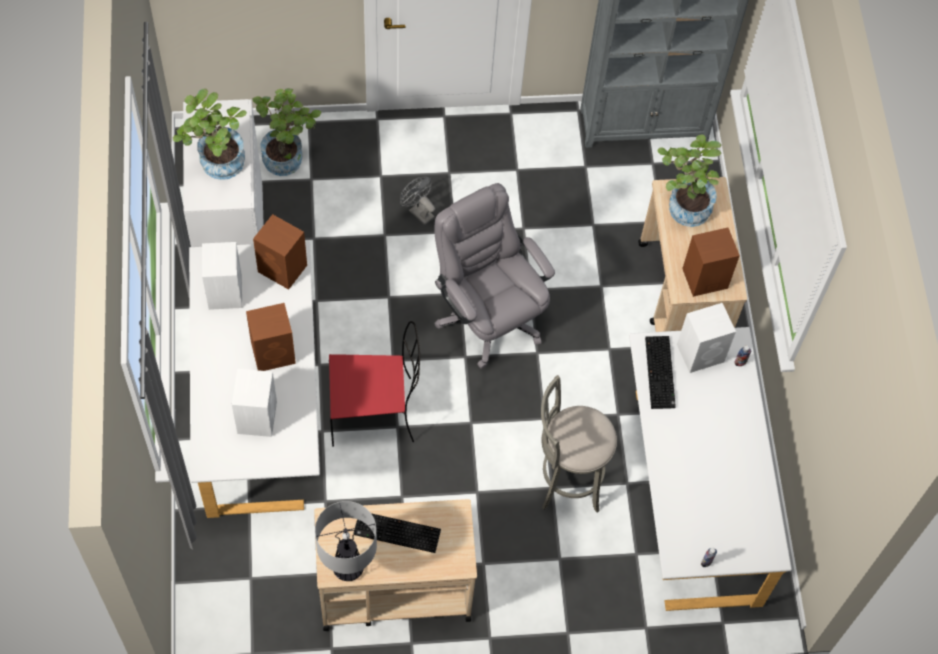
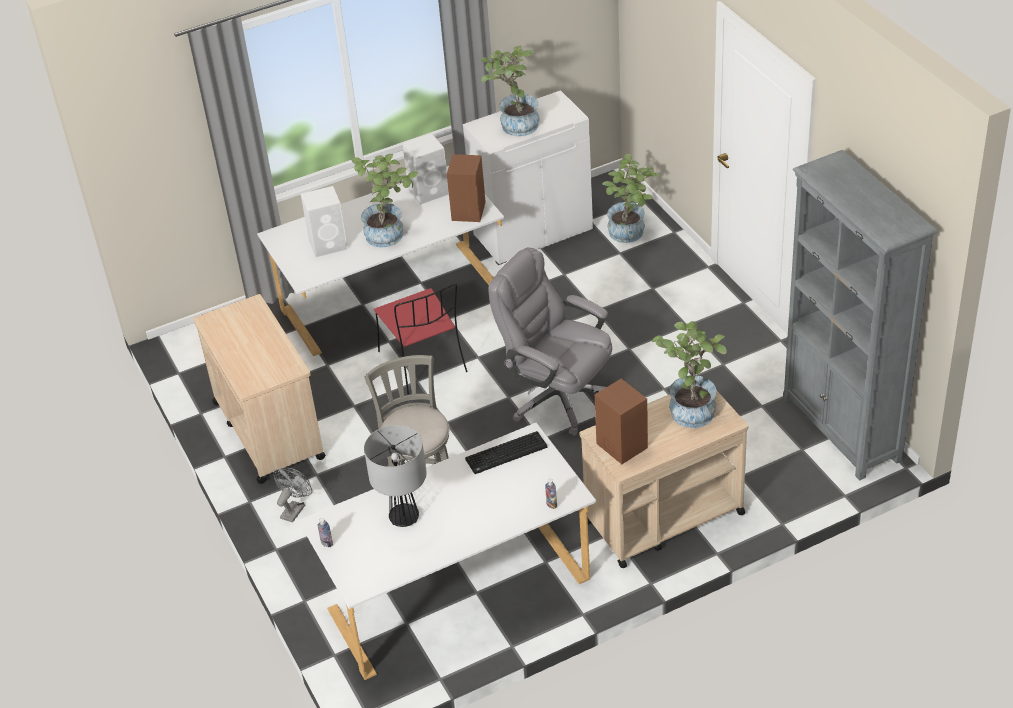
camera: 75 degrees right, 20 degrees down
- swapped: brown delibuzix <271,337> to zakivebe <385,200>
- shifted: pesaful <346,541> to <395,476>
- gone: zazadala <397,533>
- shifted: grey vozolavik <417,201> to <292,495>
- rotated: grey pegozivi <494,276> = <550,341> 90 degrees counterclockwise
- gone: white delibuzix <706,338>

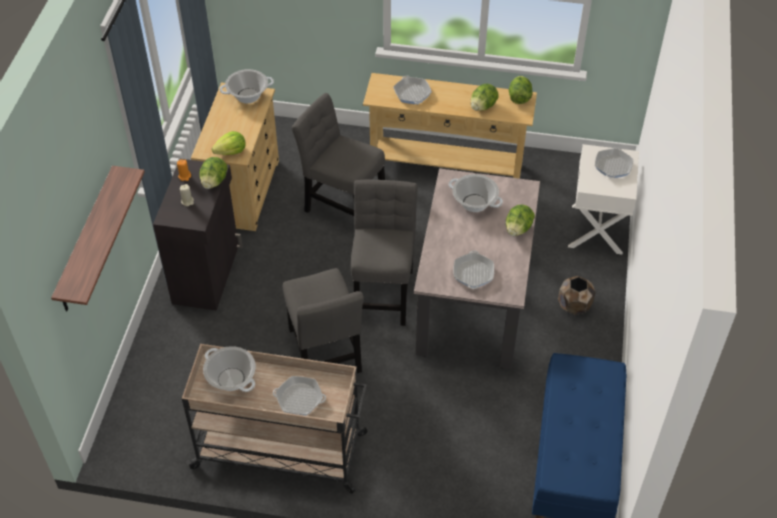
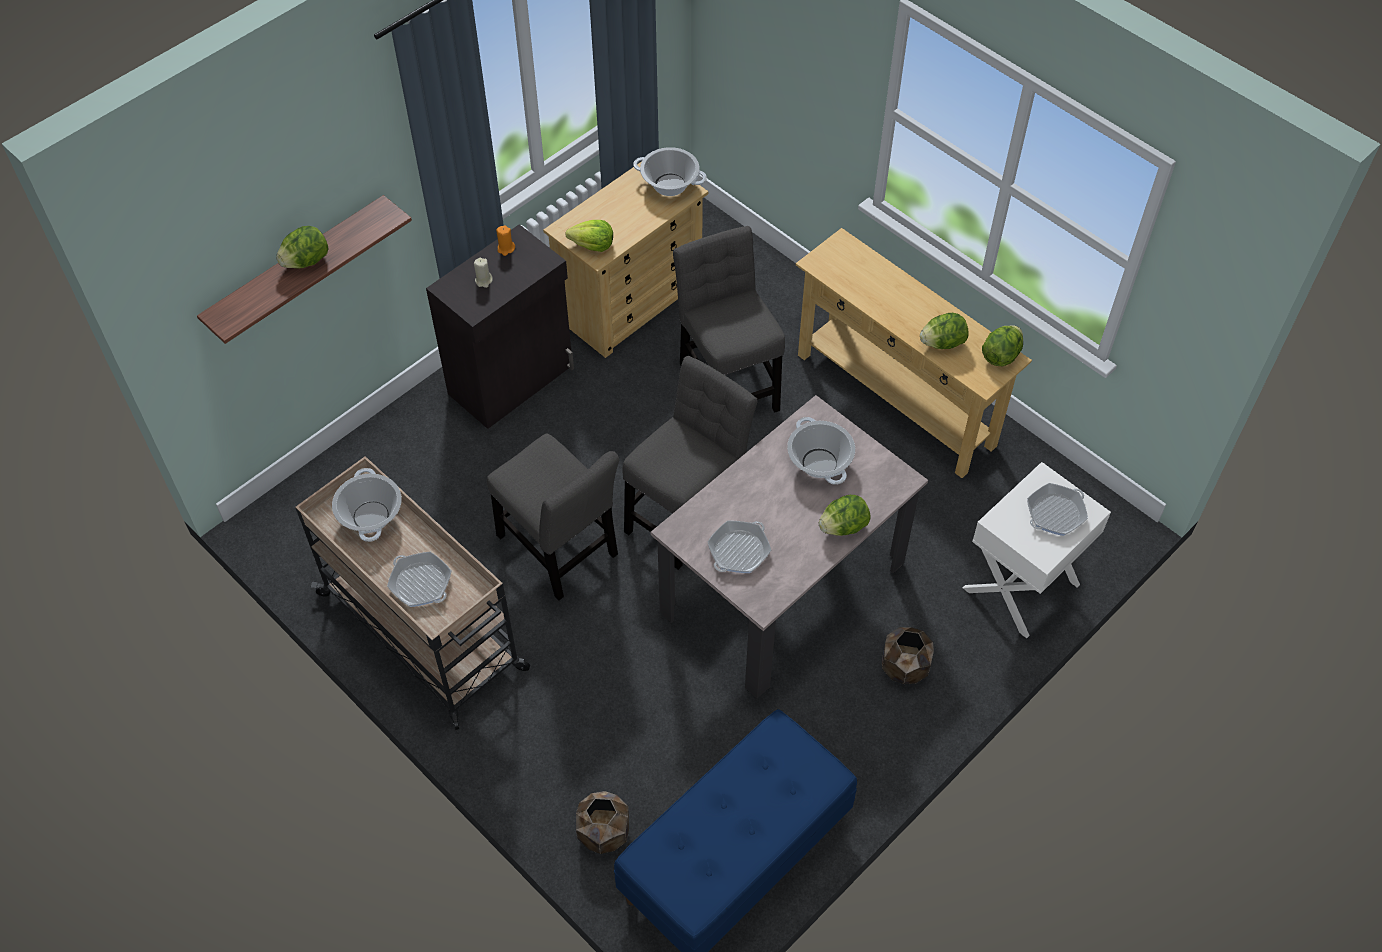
camera: 35 degrees right, 5 degrees up
- shifted: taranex <213,173> to <302,247>
- rotated: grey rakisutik <323,320> = <553,516> 60 degrees counterclockwise
- gone: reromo <412,90>
- new: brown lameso <602,822>

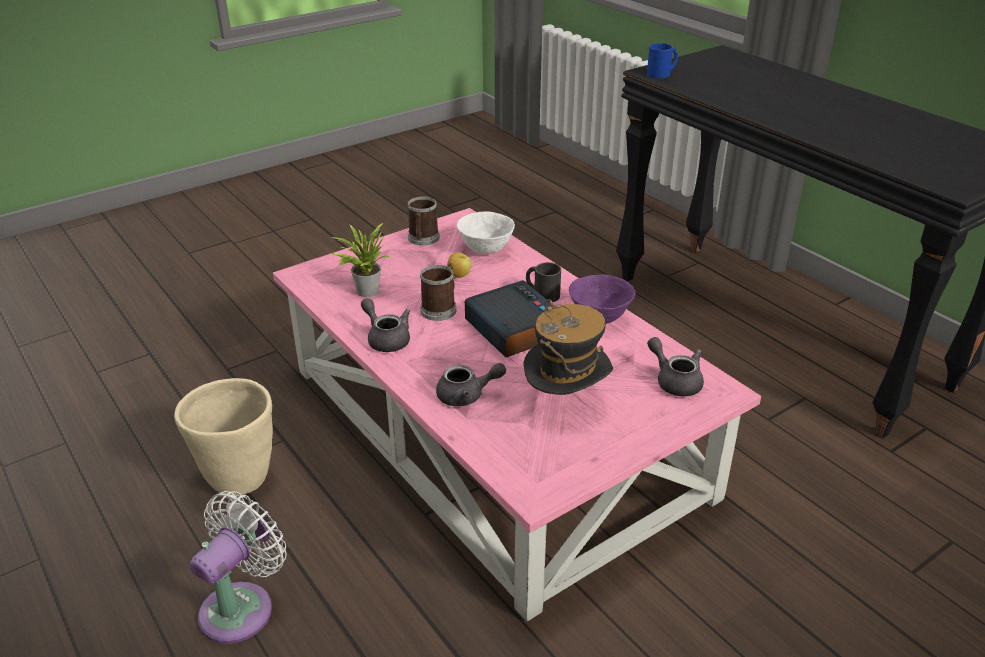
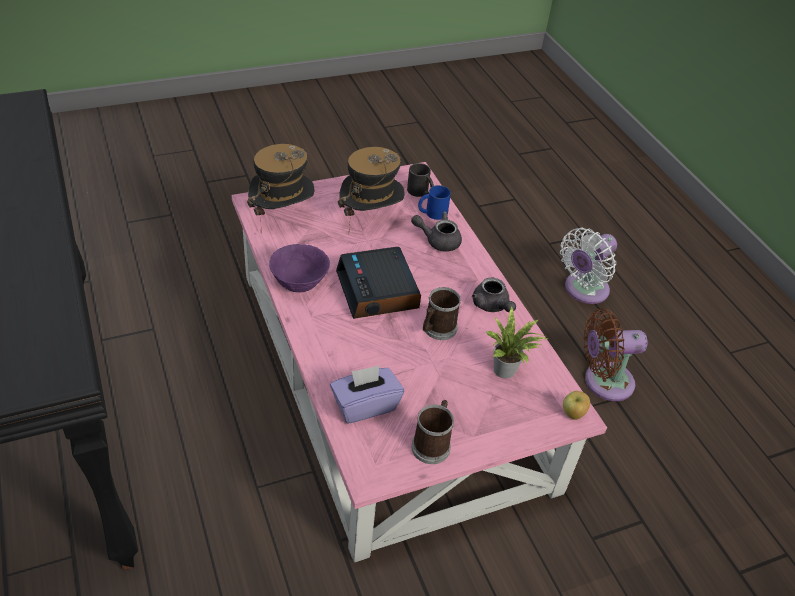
camera: 170 degrees left, 10 degrees up
- swapped: beige lameso <223,437> to brown vozolavik <615,354>
- shifted: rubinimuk <459,265> to <576,405>
- swapped: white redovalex <486,232> to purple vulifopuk <367,394>
- shifted: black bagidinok <543,282> to <420,180>
- shifted: blue bagidinok <662,60> to <434,202>
- swapped: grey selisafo <675,366> to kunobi <280,189>

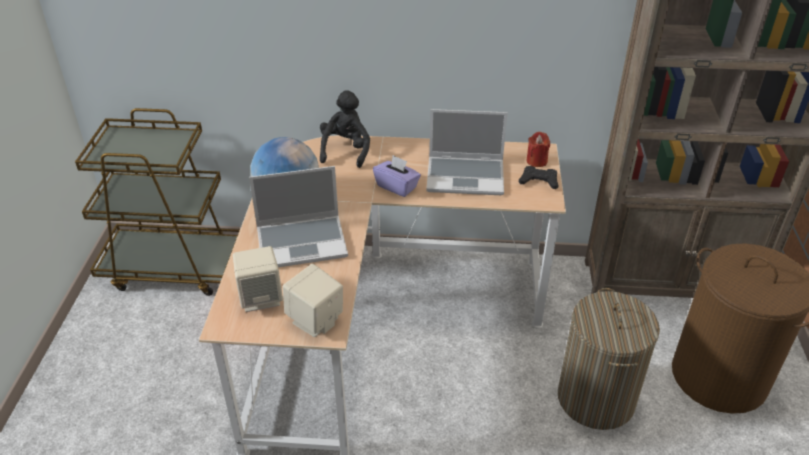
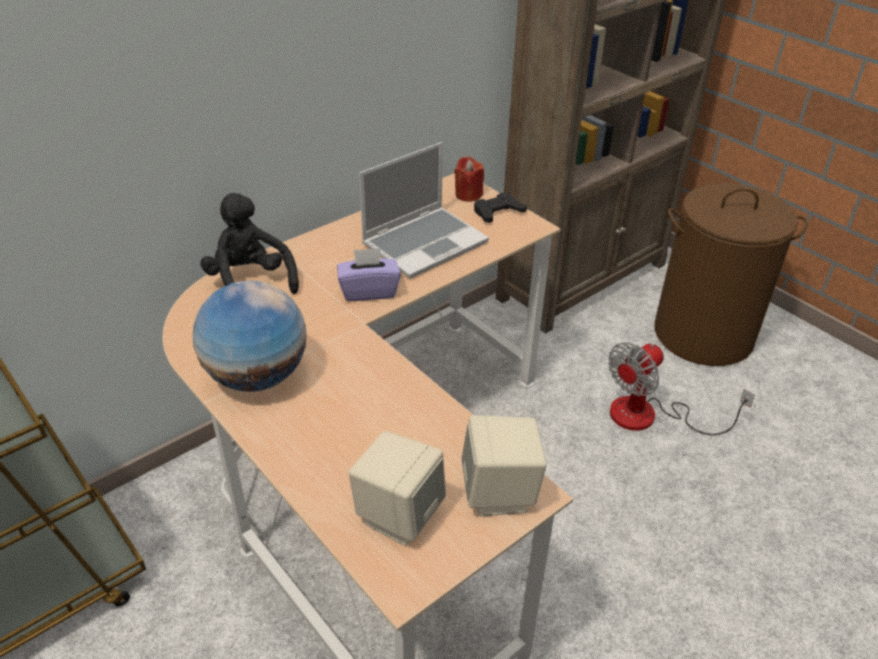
camera: 45 degrees left, 0 degrees up
- gone: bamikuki <298,216>
- swapped: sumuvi <609,359> to vozolavik <681,389>

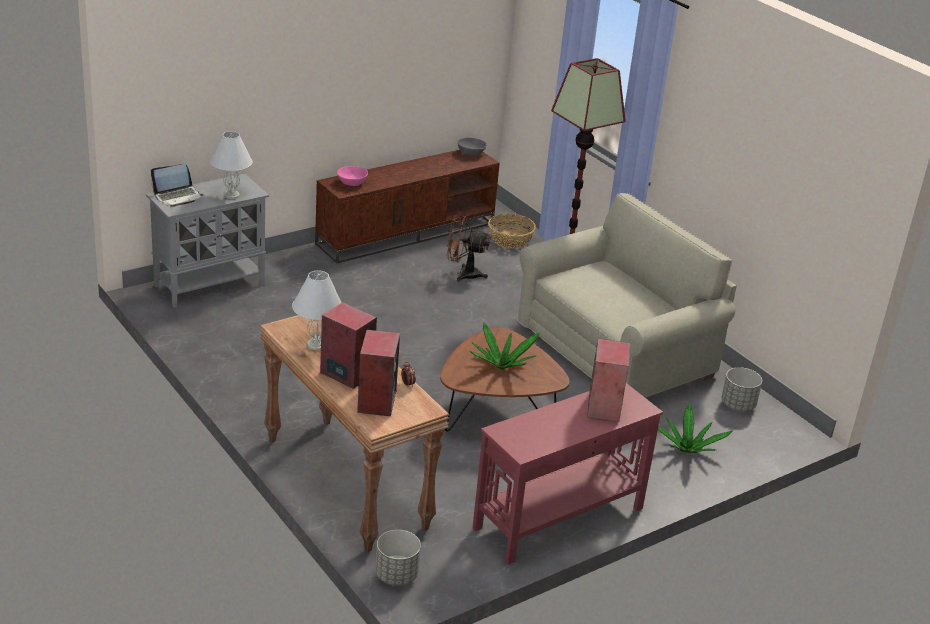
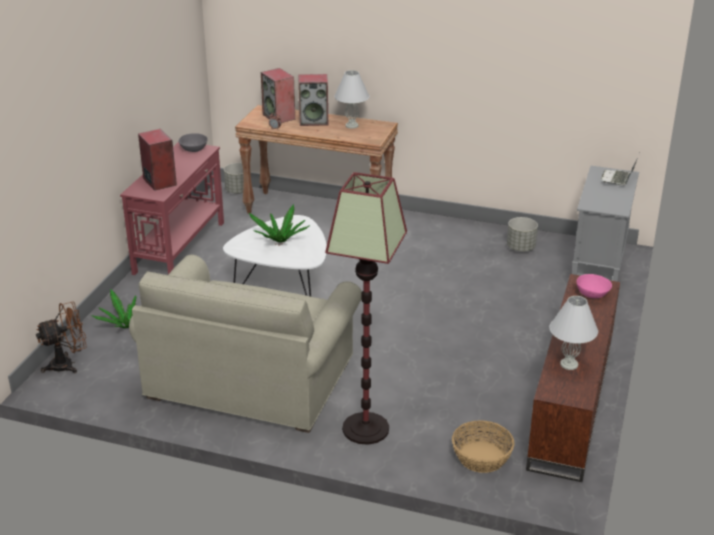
camera: 145 degrees right, 0 degrees up
- shifted: white pesaful <231,165> to <573,333>
- repainted: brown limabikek <504,379> to white limabikek <275,256>
- shifted: brown vozolavik <468,248> to <61,337>
- shifted: grey redovalex <472,147> to <193,142>
- shifted: grey lameso <741,389> to <522,234>

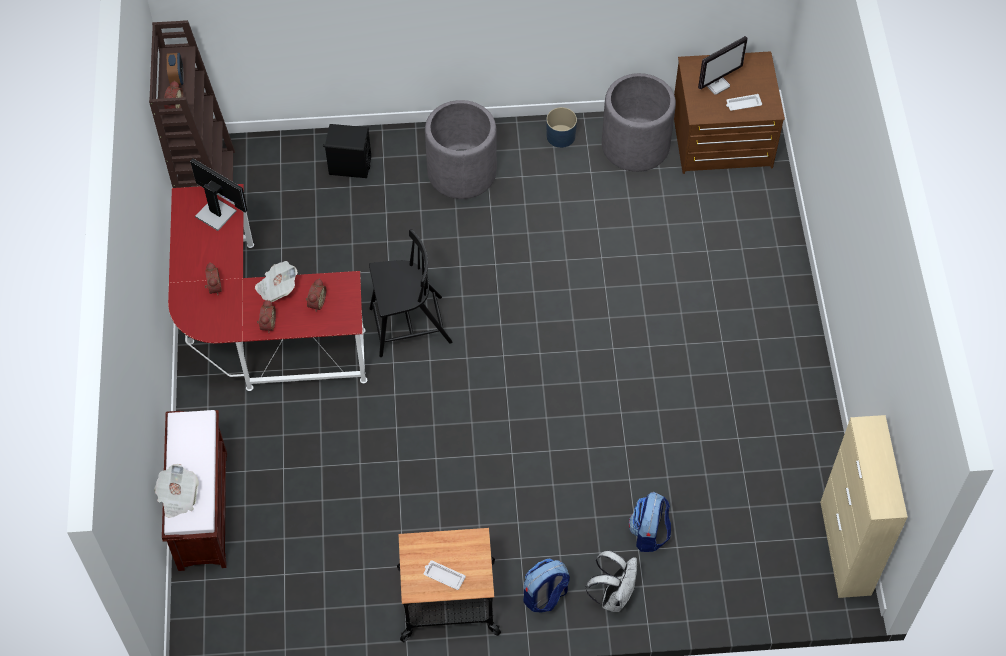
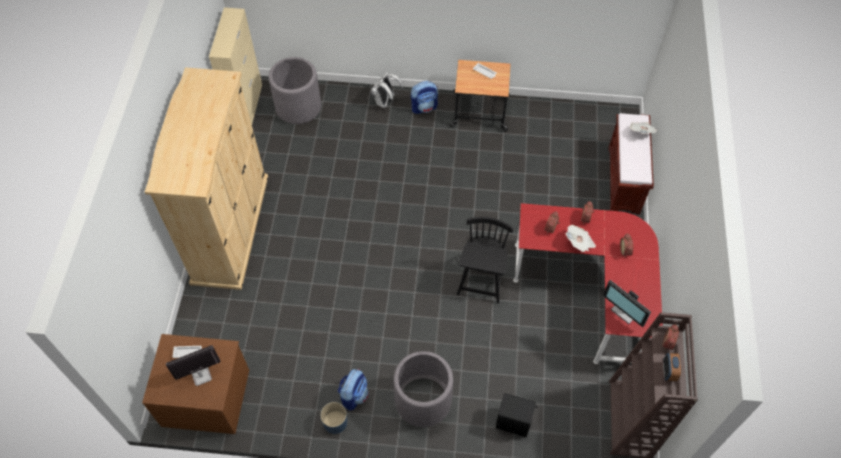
camera: 170 degrees left, 0 degrees up
- rotated: black rakisutik <410,293> = <485,260> 105 degrees clockwise
- shifted: grey lameso <639,122> to <295,90>
- shifted: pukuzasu <650,522> to <353,390>
- new: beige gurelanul <206,178>

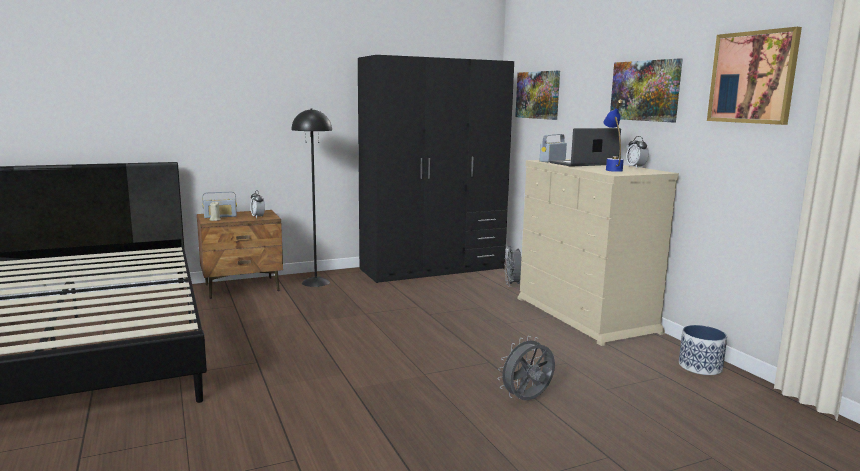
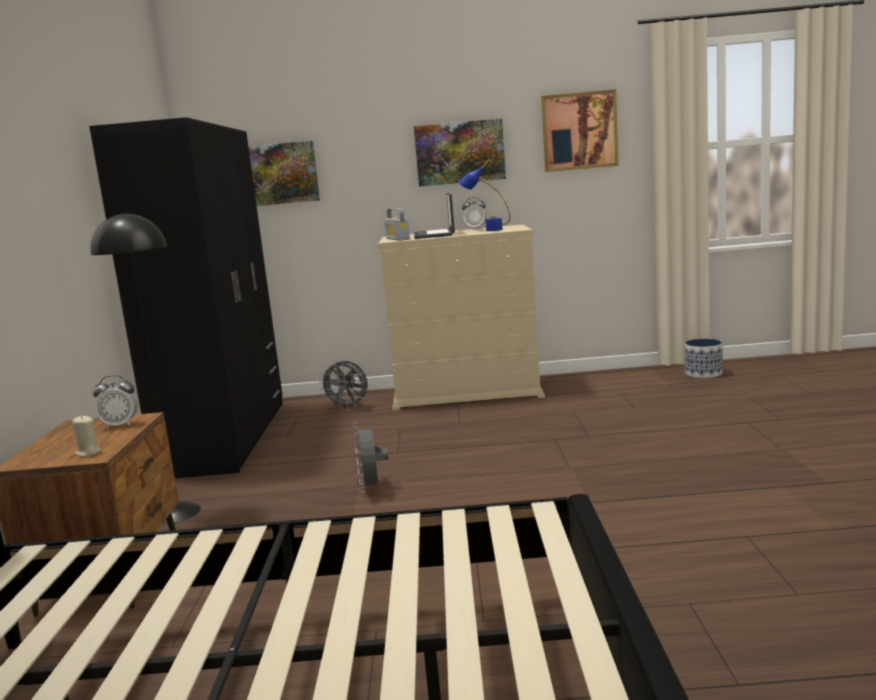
camera: 65 degrees left, 0 degrees up
- gone: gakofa <219,205>
- shifted: grey vozolavik <526,368> to <371,458>
- shifted: lameso <703,350> to <704,358>

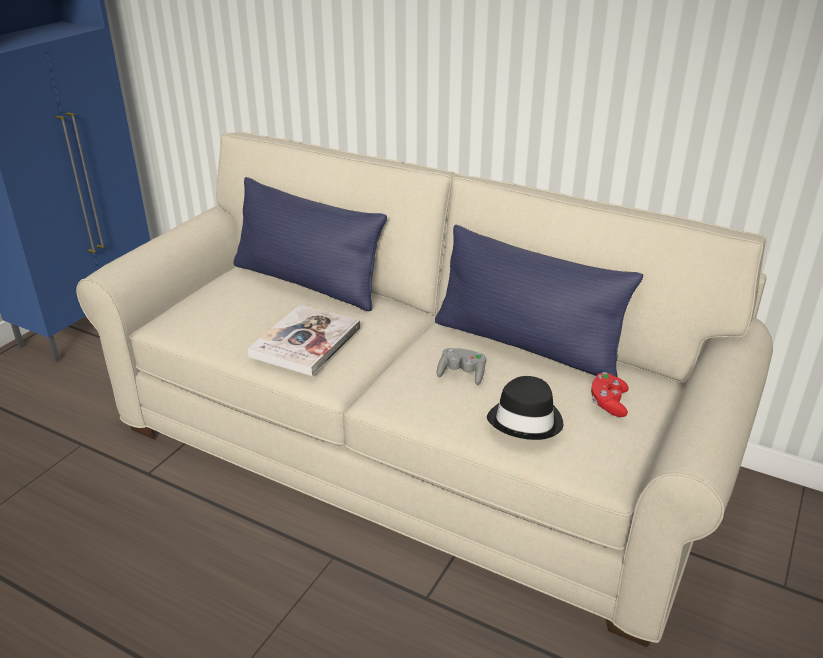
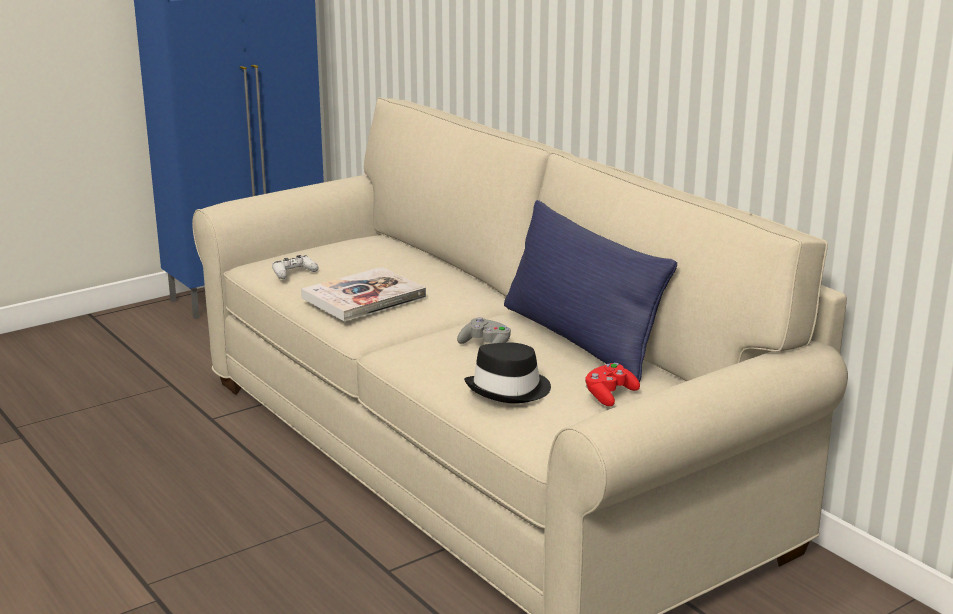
camera: 25 degrees right, 10 degrees down
- gone: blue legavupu <310,244>
- new: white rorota <295,267>

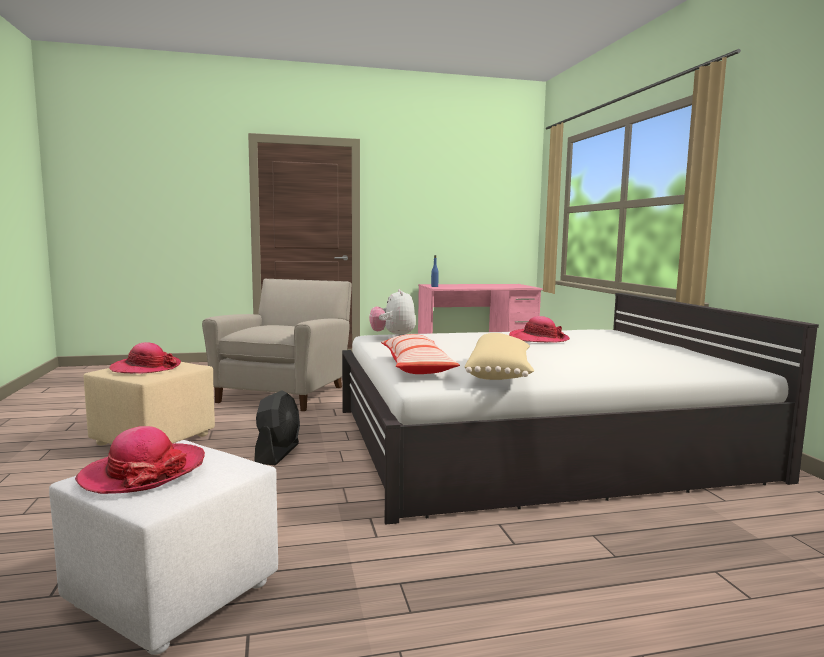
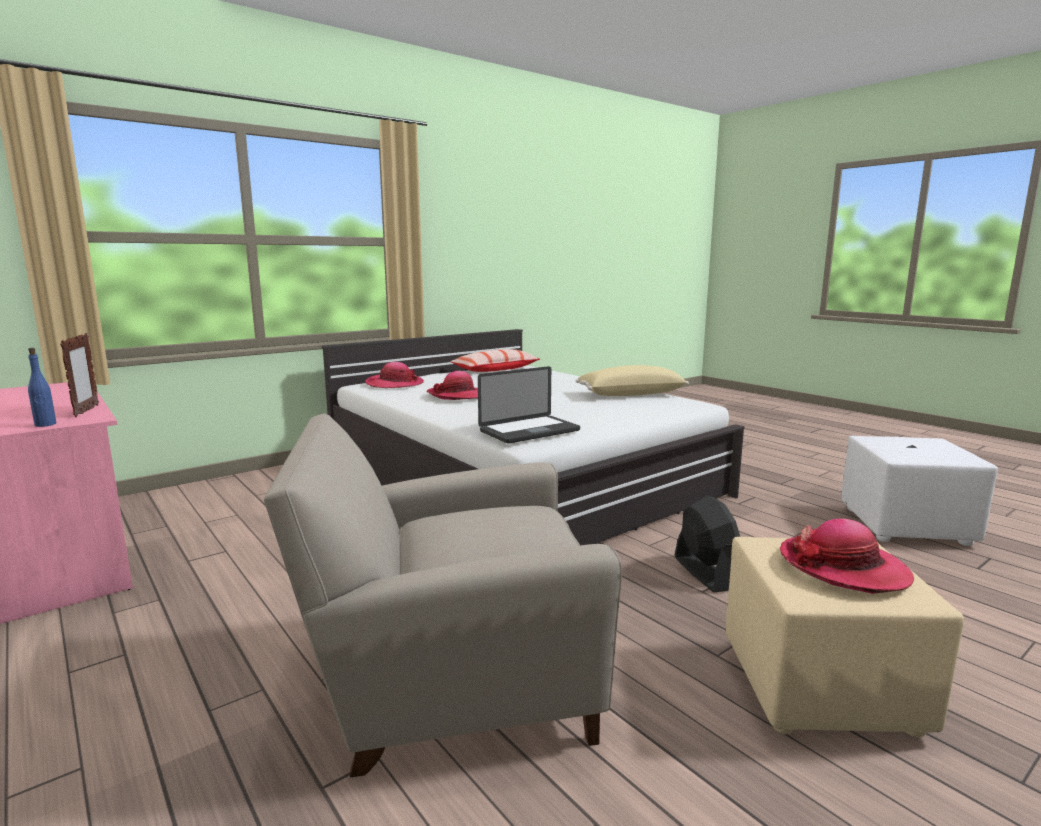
camera: 115 degrees left, 5 degrees up
- shifted: kunobi <140,460> to <394,375>
- rotated: black vozolavik <277,428> = <707,544> 90 degrees clockwise
- swapped: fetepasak <392,312> to bamikuki <529,405>
- shifted: legavupu <420,354> to <495,360>
- new: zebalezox <79,375>

